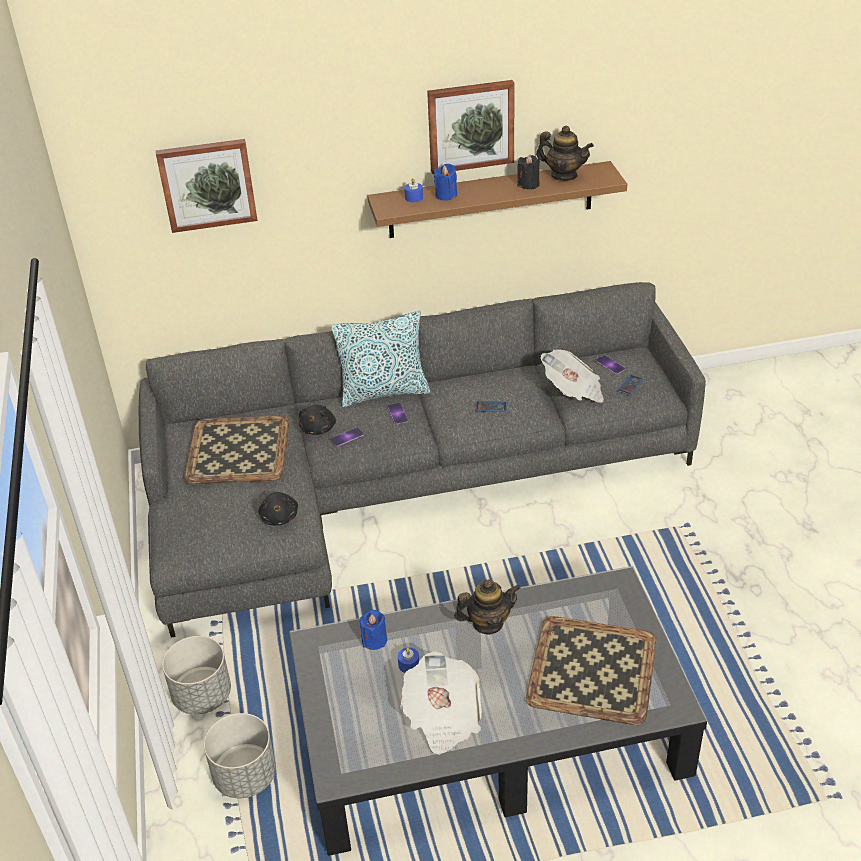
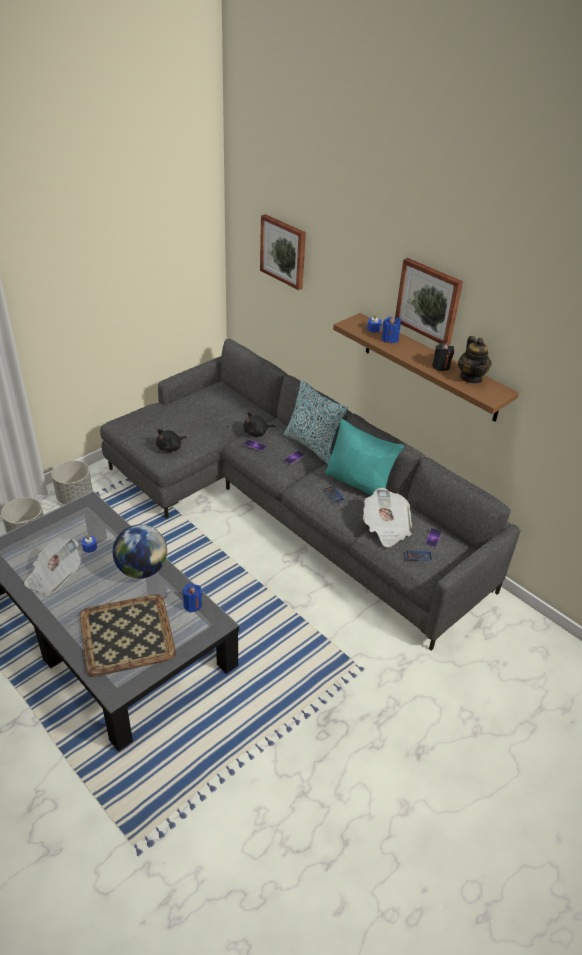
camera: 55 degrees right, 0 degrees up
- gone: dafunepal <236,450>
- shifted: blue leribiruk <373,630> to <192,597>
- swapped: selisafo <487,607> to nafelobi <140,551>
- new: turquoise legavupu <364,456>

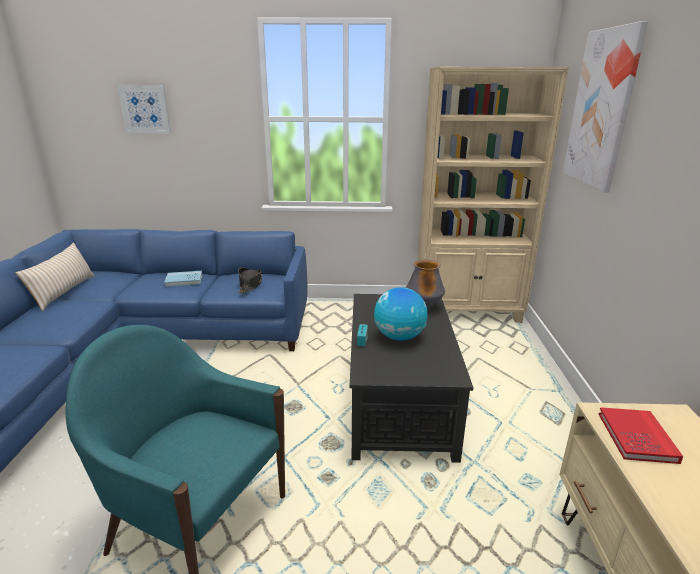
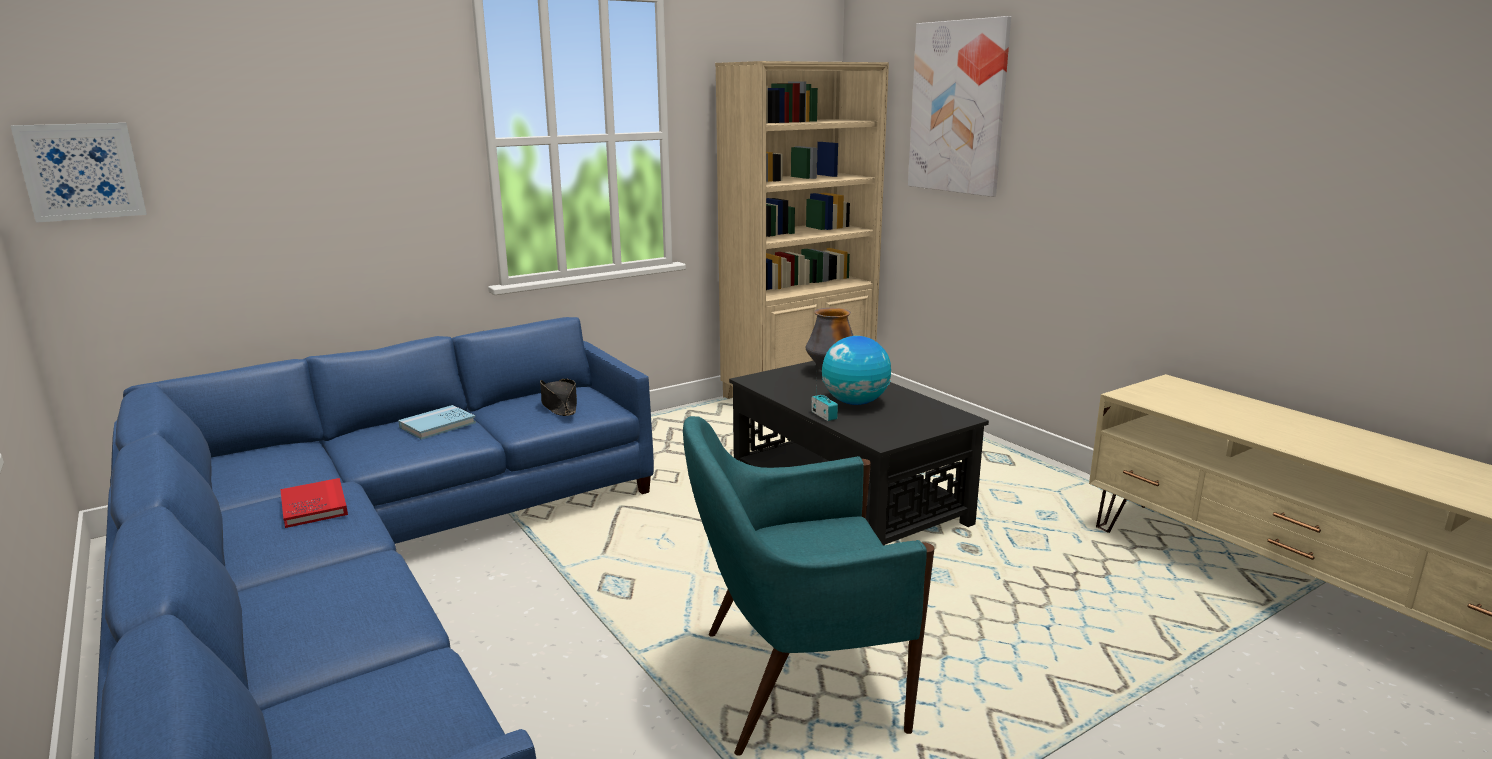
camera: 35 degrees left, 5 degrees down
- gone: beige legavupu <55,277>
- shifted: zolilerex <144,109> to <79,173>
- shifted: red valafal <641,435> to <314,503>

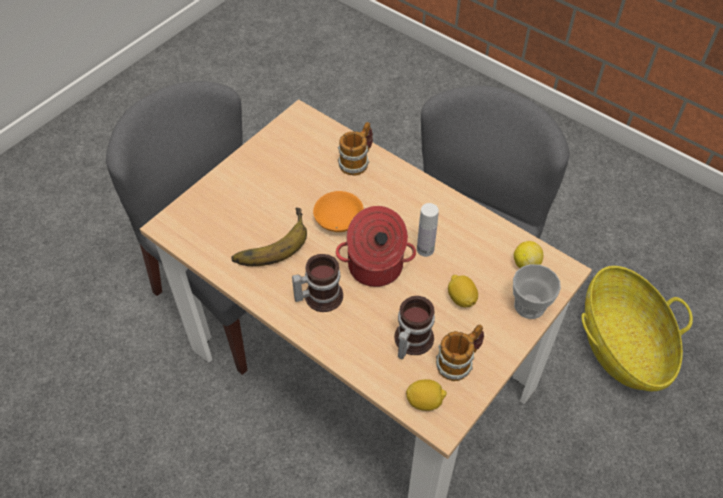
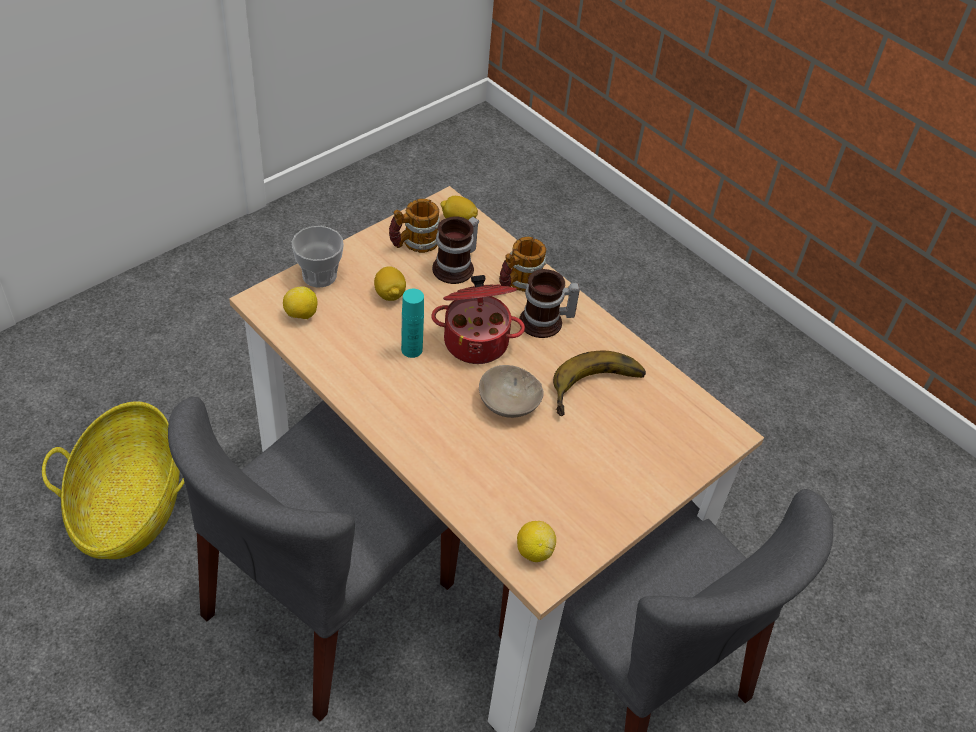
camera: 175 degrees left, 5 degrees down
- repainted: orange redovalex <338,211> to beige redovalex <511,391>
- shifted: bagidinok <355,149> to <522,264>
- repainted: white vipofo <428,230> to turquoise vipofo <412,323>
- new: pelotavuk <536,541>

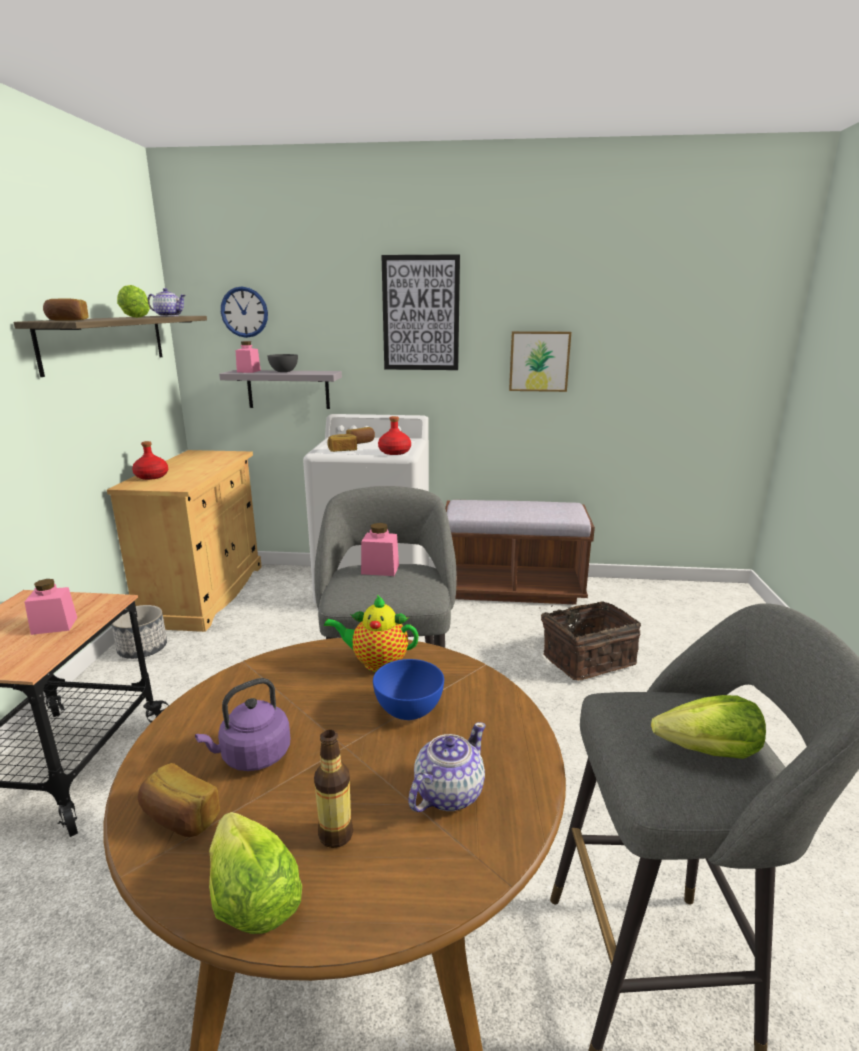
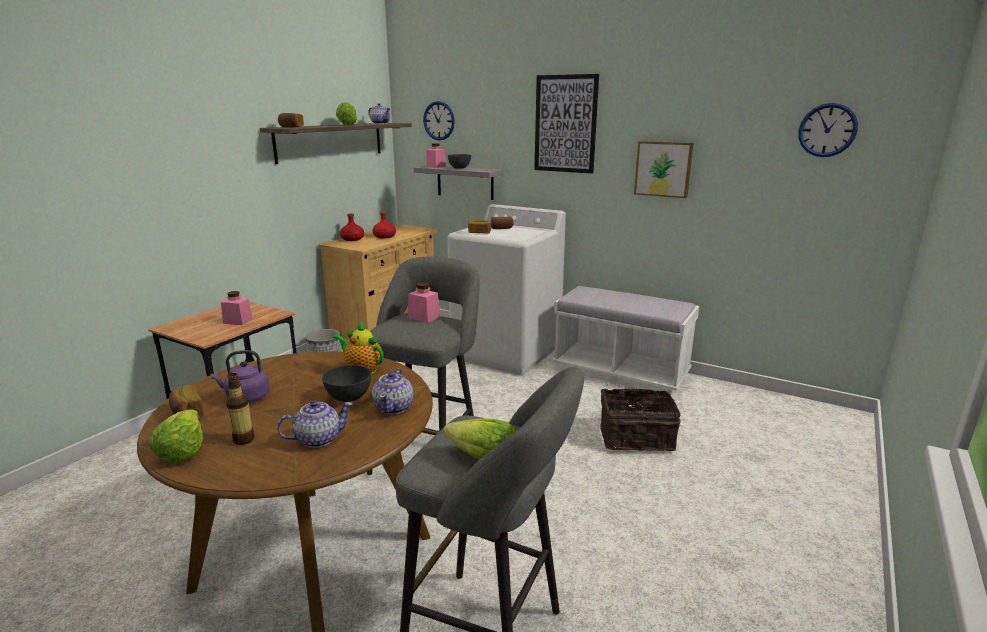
camera: 25 degrees right, 0 degrees up
- repainted: blue redovalex <408,689> to grey redovalex <346,383>
- shifted: red vipofo <394,435> to <384,225>
- repainted: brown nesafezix <520,552> to white nesafezix <625,339>
- new: selisafo <392,391>
- new: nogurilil <828,130>

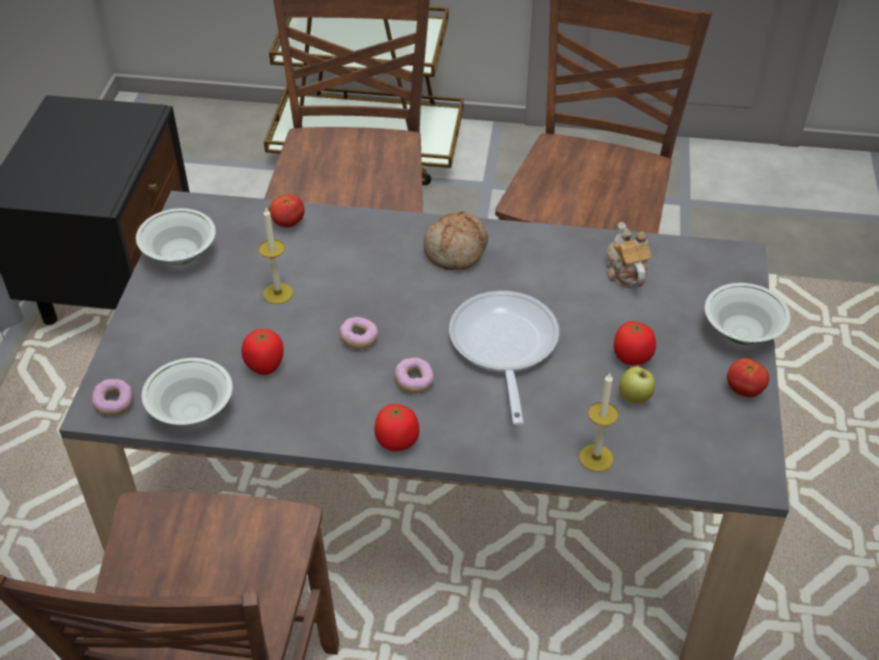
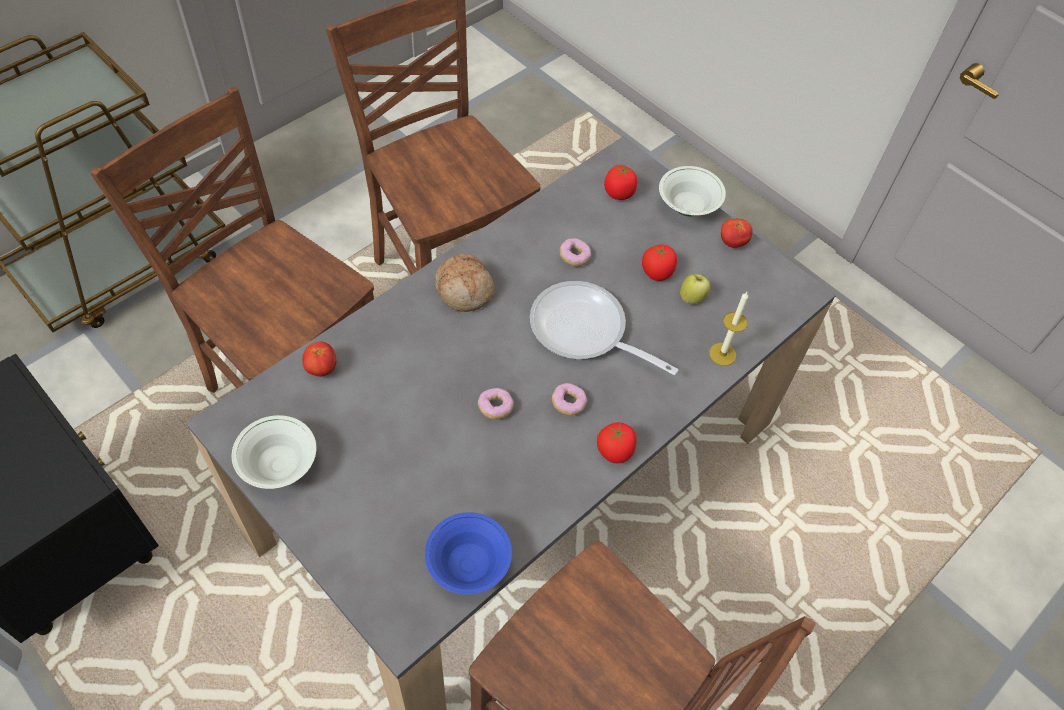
camera: 55 degrees left, 10 degrees up
- shifted: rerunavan <112,397> to <575,252>
- repainted: white redovalex <187,391> to blue redovalex <468,553>
- shifted: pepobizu <263,352> to <620,182>
- gone: leribiruk <276,256>
- gone: selisafo <629,255>

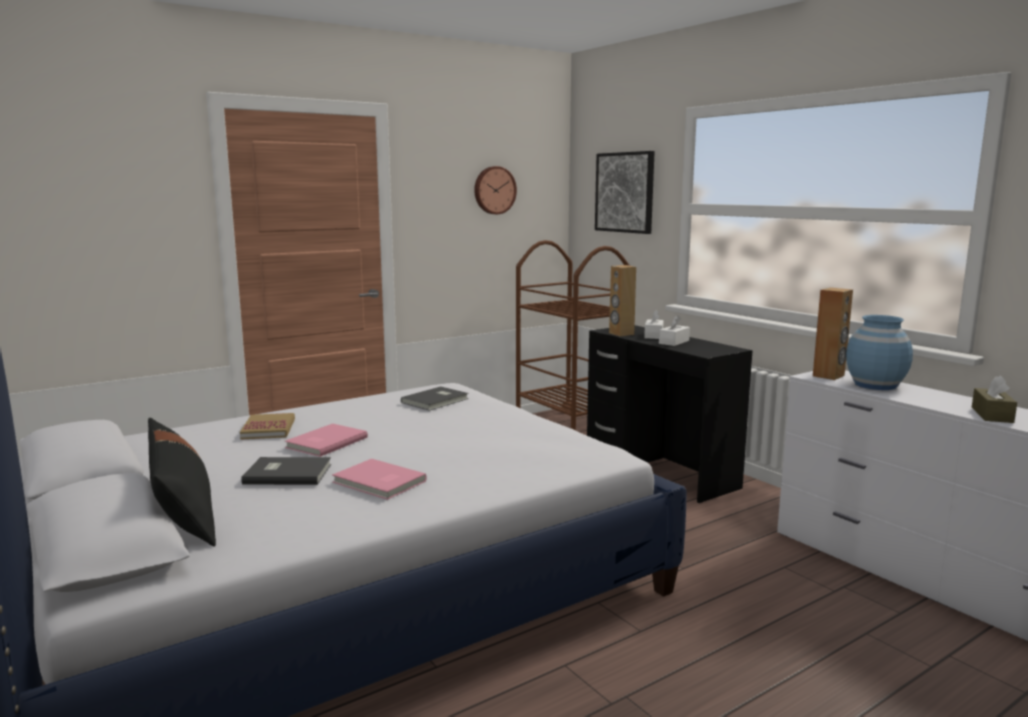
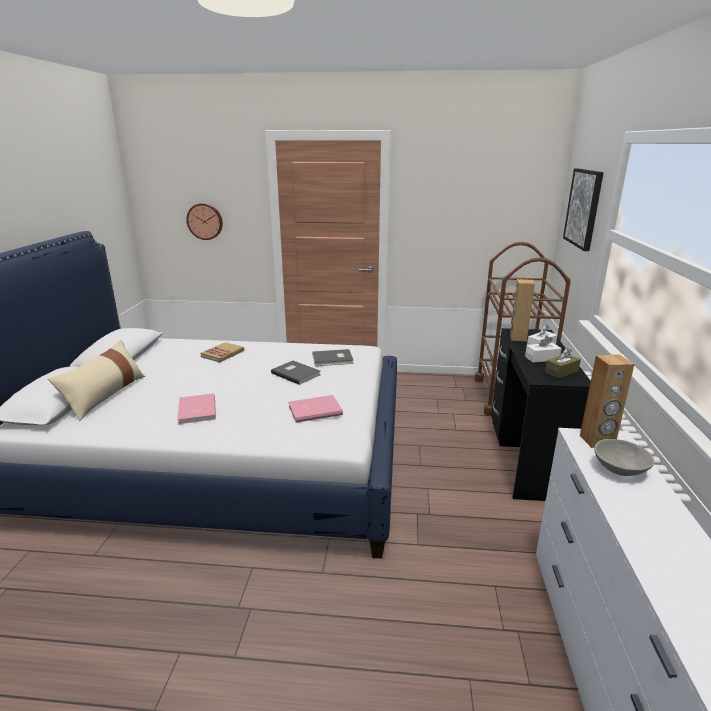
camera: 40 degrees right, 10 degrees up
- repainted: black legavupu <182,482> to beige legavupu <96,380>
- shifted: grey valafal <286,471> to <296,373>
- shifted: pink valafal <326,440> to <315,409>
- shifted: nogurilil <495,190> to <204,221>
- swapped: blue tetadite <879,352> to grey redovalex <624,457>
- shifted: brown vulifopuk <994,399> to <563,363>

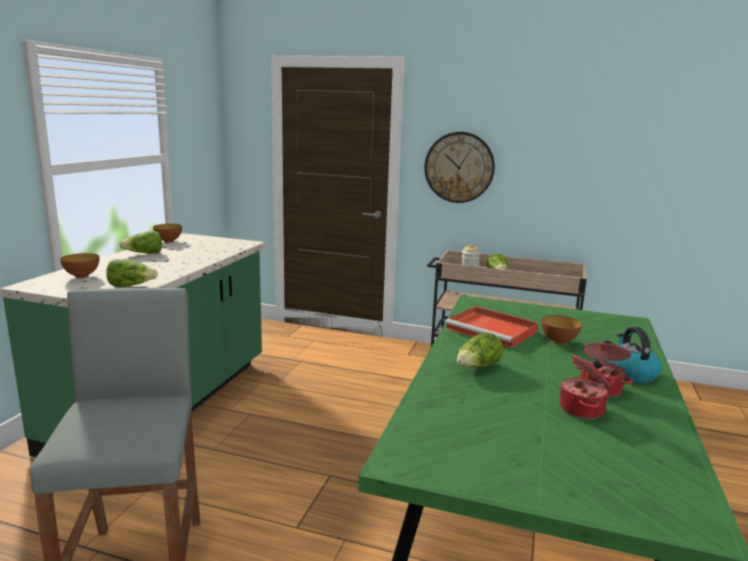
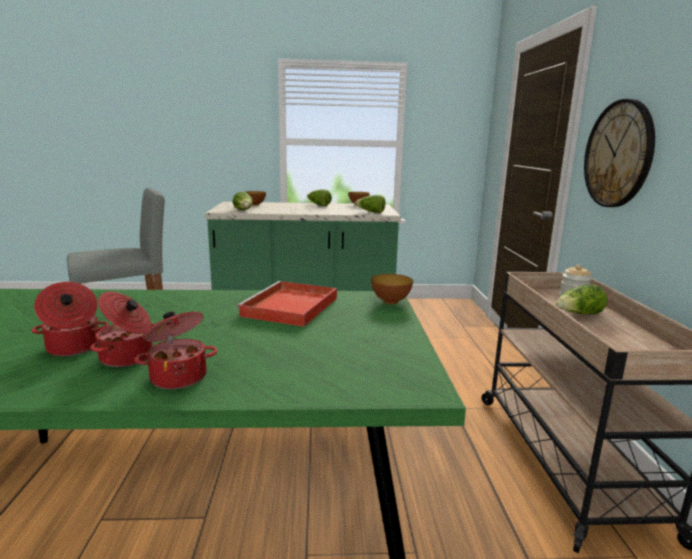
camera: 70 degrees right, 0 degrees up
- shifted: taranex <480,349> to <370,204>
- shifted: redovalex <561,330> to <392,289>
- swapped: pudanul <635,355> to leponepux <175,350>

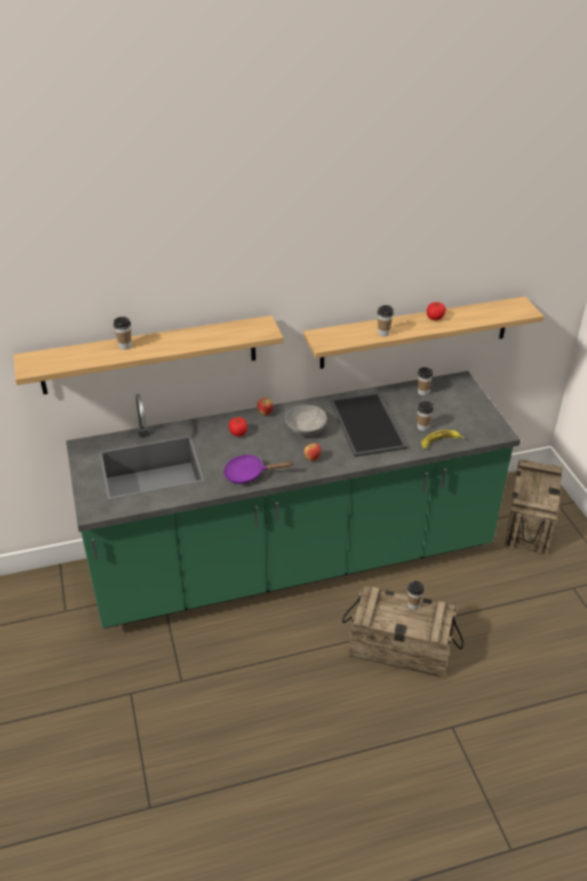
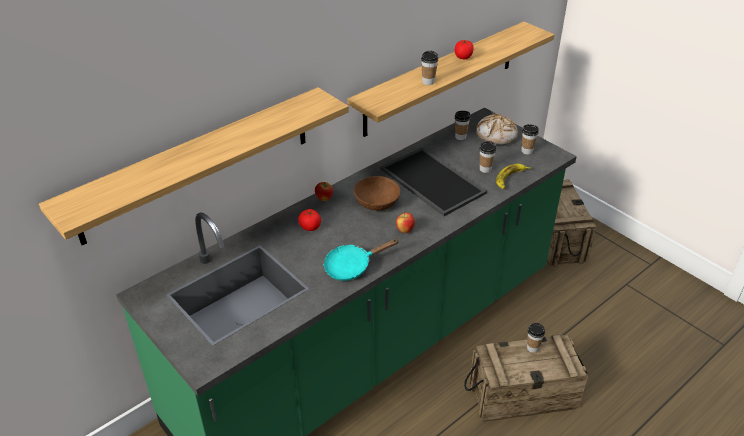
camera: 25 degrees left, 0 degrees up
- shifted: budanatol <122,333> to <530,139>
- repainted: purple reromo <258,469> to turquoise reromo <360,259>
- repainted: grey redovalex <306,421> to brown redovalex <377,193>
- new: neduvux <497,129>

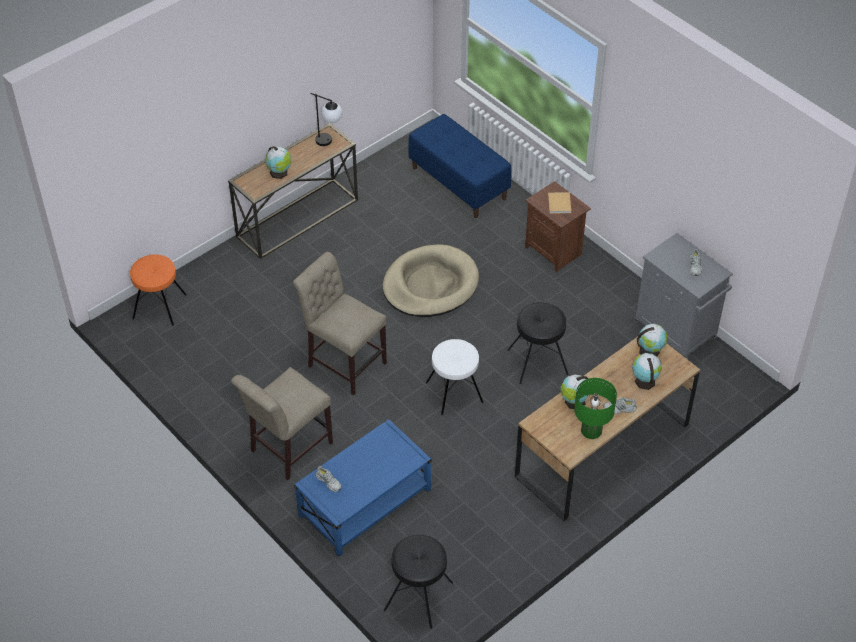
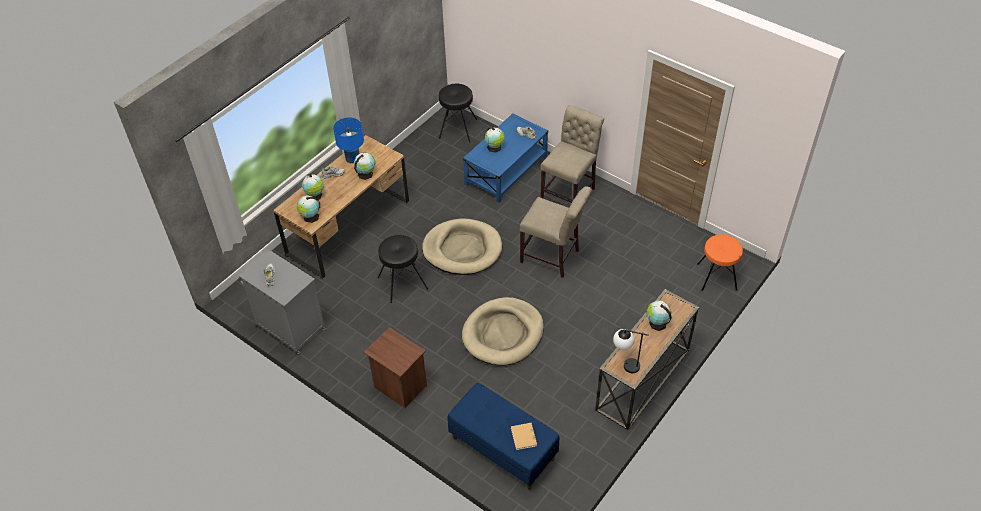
camera: 170 degrees right, 0 degrees up
- swapped: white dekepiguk <455,377> to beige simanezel <462,246>
- shifted: beige valafal <559,203> to <524,436>
- repainted: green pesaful <595,408> to blue pesaful <348,140>
- new: nafelobi <494,140>

